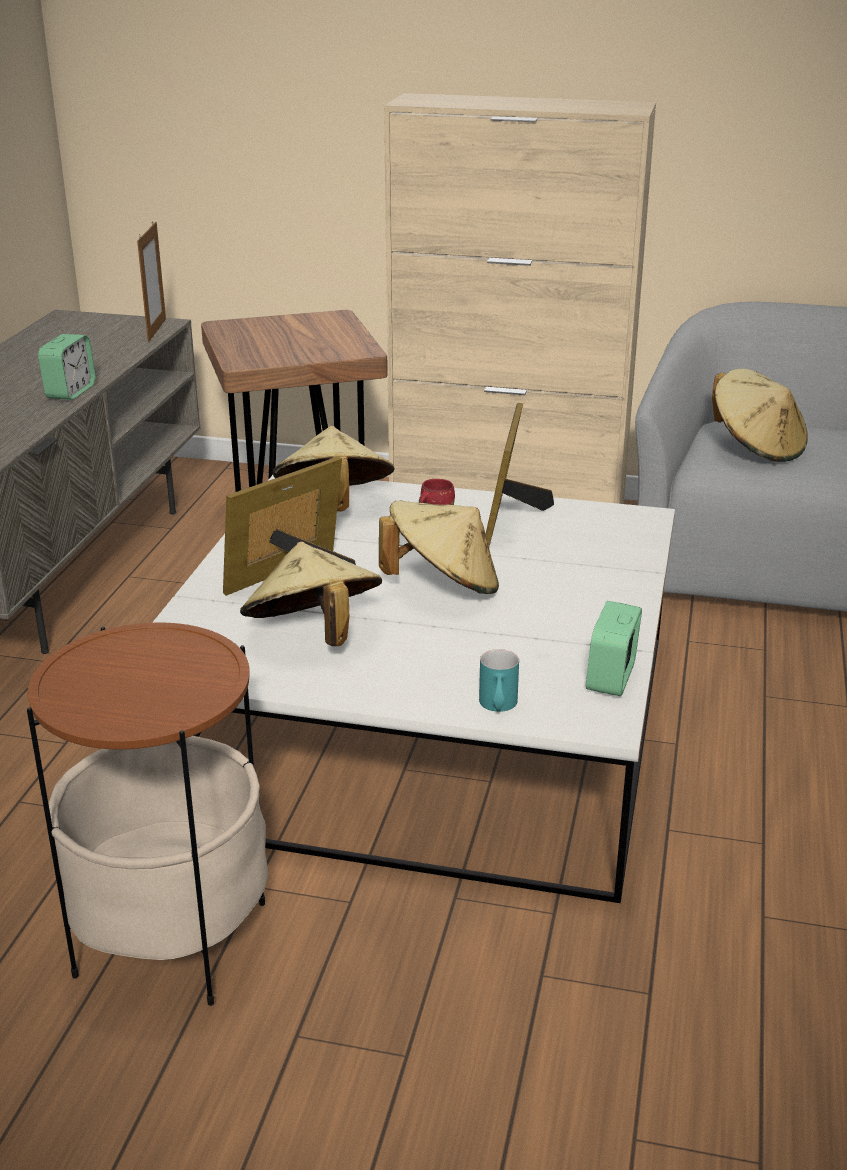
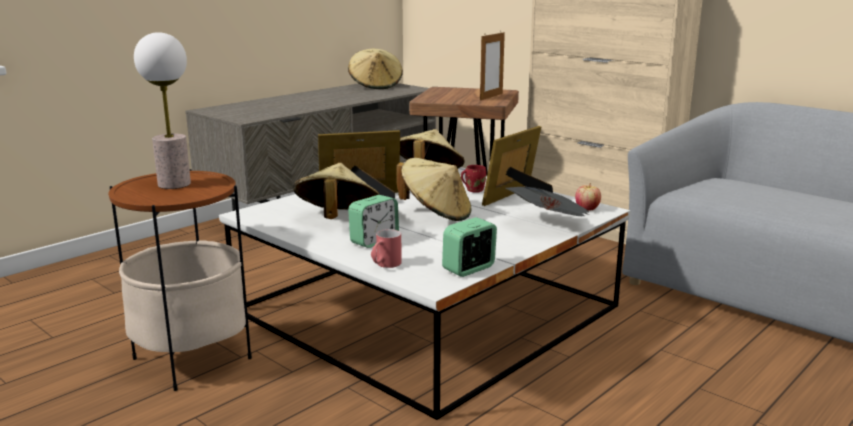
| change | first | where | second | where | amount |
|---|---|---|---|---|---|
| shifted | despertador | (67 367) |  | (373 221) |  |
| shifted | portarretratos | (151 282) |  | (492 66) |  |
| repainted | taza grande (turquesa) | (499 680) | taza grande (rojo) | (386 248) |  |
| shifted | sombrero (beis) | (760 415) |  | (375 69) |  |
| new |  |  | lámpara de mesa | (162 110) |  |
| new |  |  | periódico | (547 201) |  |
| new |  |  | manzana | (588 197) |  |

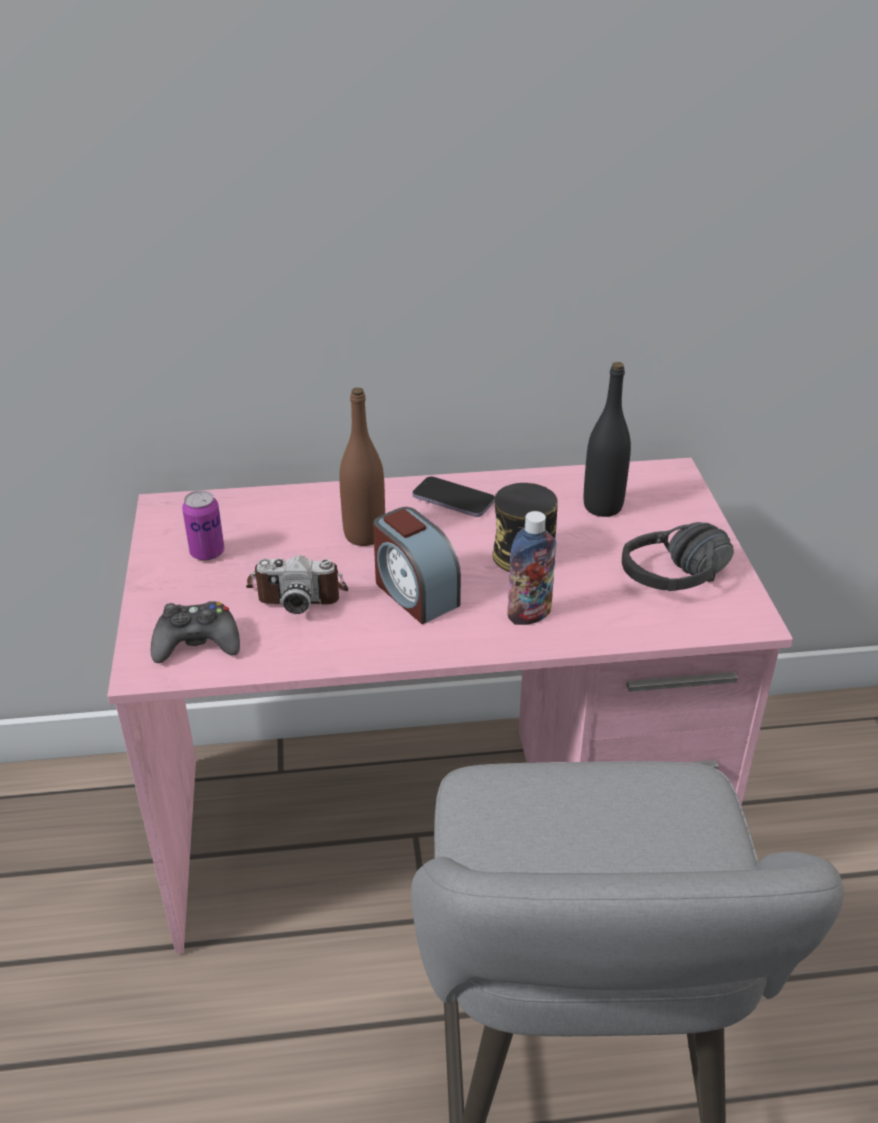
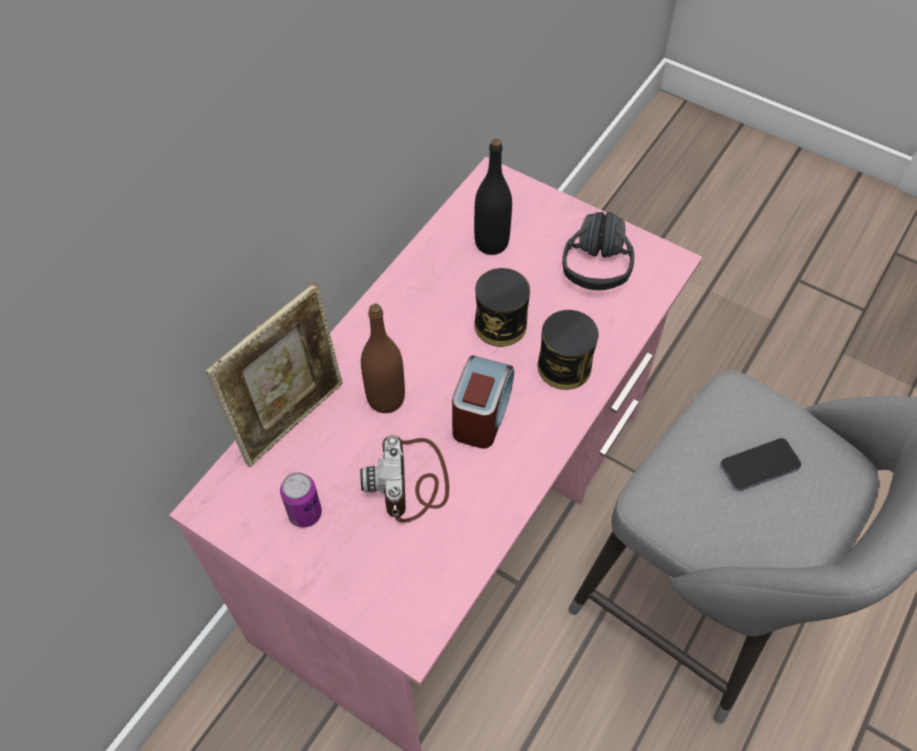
| change | first | where | second | where | amount |
|---|---|---|---|---|---|
| gone | mando de consola (negro) | (195 632) |  |  |  |
| rotated | cámara | (297 584) |  | (404 479) | 135 degrees clockwise |
| rotated | despertador | (417 565) |  | (483 402) | 75 degrees counterclockwise |
| shifted | móvil | (453 496) |  | (761 464) |  |
| swapped | botella | (531 568) | lata | (568 350) |  |
| new |  |  | portarretratos | (274 375) |  |

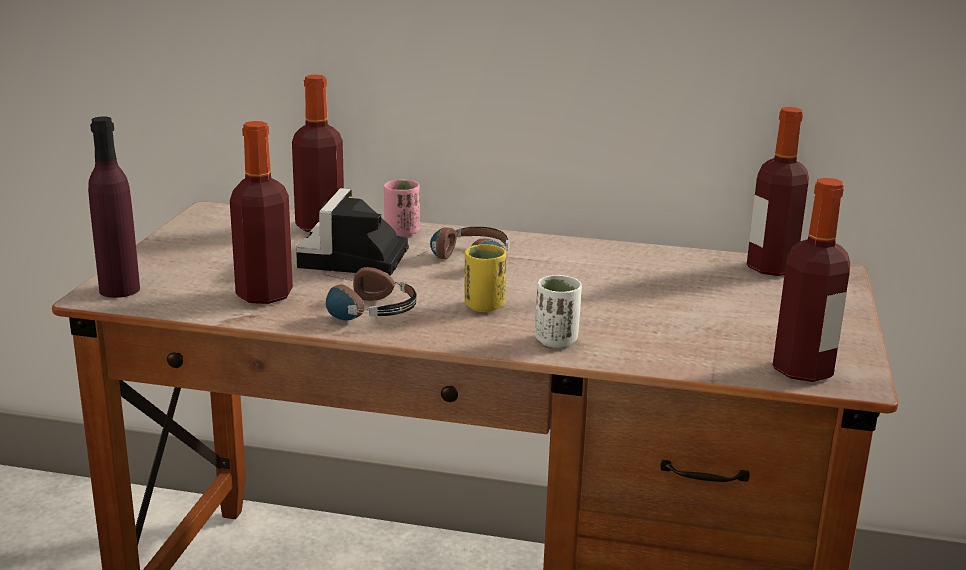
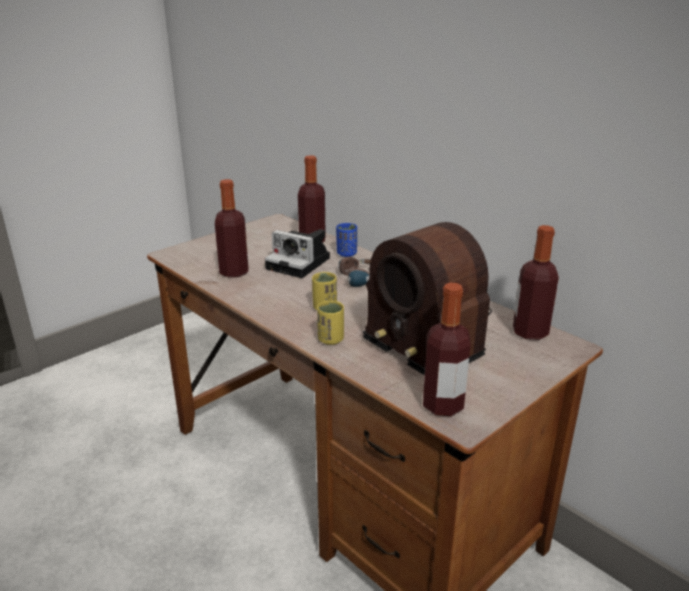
| change | first | where | second | where | amount |
|---|---|---|---|---|---|
| gone | botella (morado) | (114 207) |  |  |  |
| rotated | cámara | (352 232) |  | (297 253) | 105 degrees counterclockwise |
| gone | auriculares | (368 294) |  |  |  |
| repainted | taza (rosa) | (402 208) | taza (azul) | (346 240) |  |
| repainted | taza (blanco) | (558 311) | taza (amarillo) | (330 323) |  |
| new |  |  | radio | (427 298) |  |

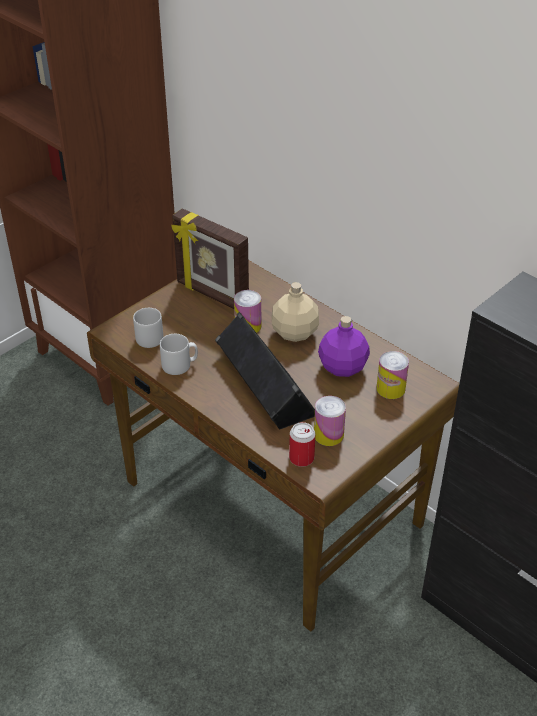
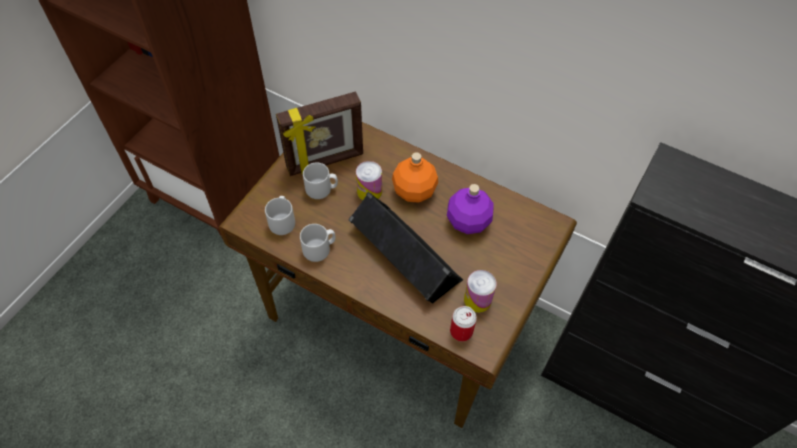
| change | first | where | second | where | amount |
|---|---|---|---|---|---|
| rotated | portarretratos | (210 258) |  | (319 134) | 45 degrees counterclockwise |
| repainted | botella (beis) | (295 312) | botella (naranja) | (415 177) |  |
| gone | lata | (393 375) |  |  |  |
| new |  |  | taza grande (gris) | (320 180) |  |

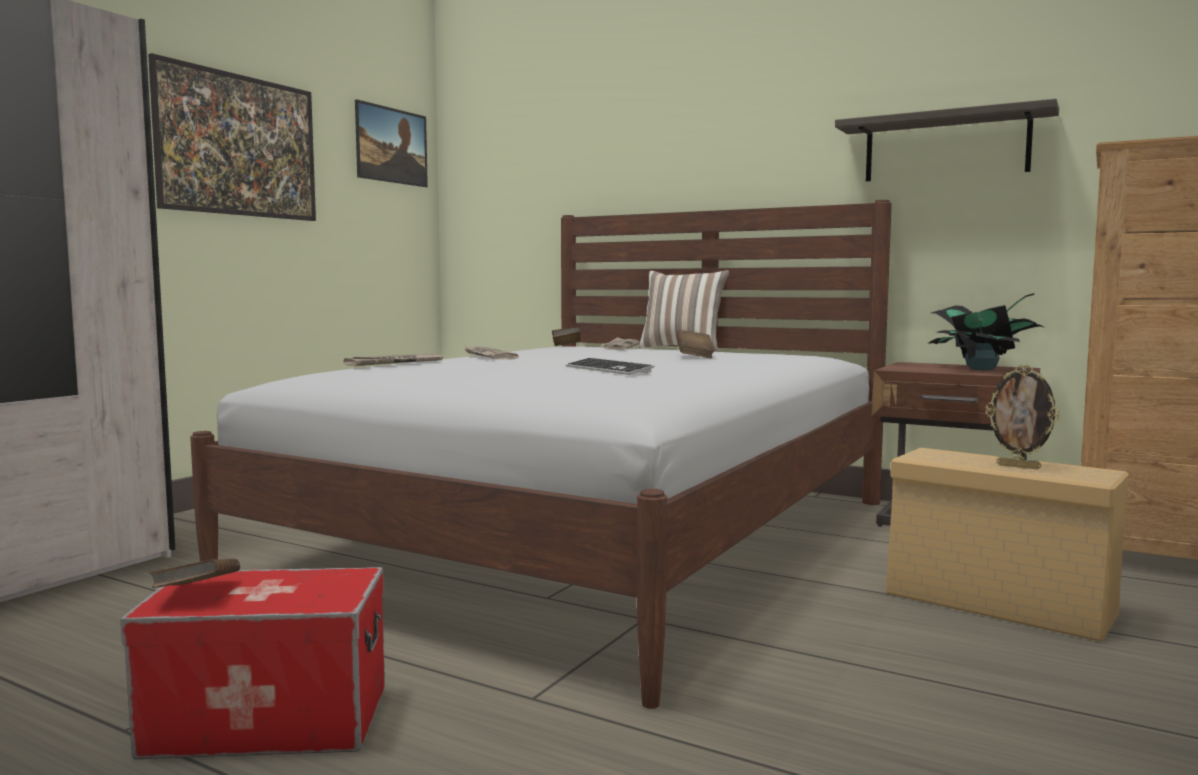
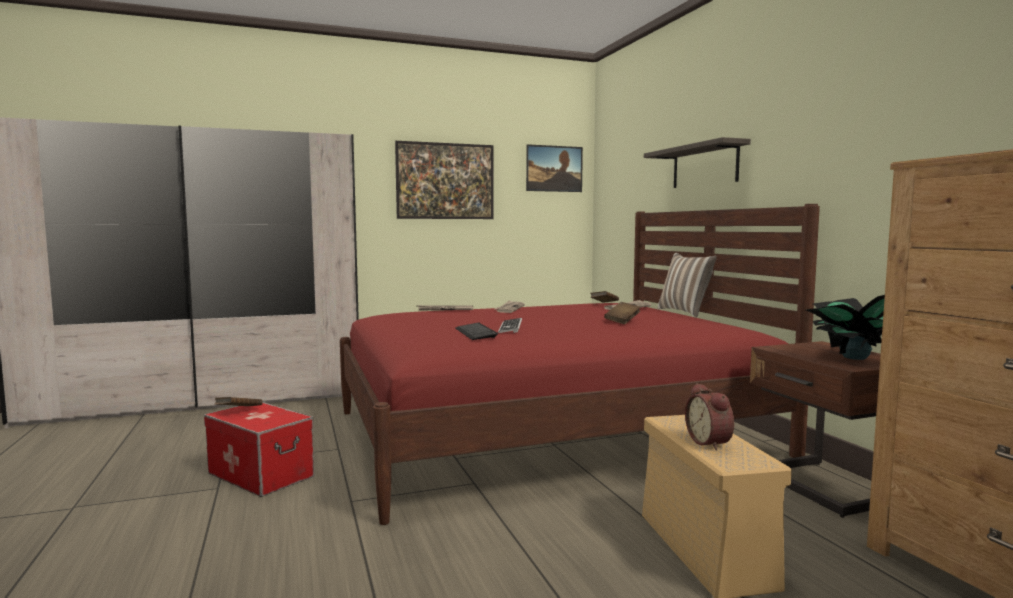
| change | first | where | second | where | amount |
|---|---|---|---|---|---|
| repainted | cama (blanco) | (541 454) | cama (rojo) | (580 364) |  |
| shifted | estante | (947 140) |  | (697 162) |  |
| swapped | portarretratos | (1023 417) | despertador | (709 416) |  |
| new |  |  | teclado | (476 331) |  |

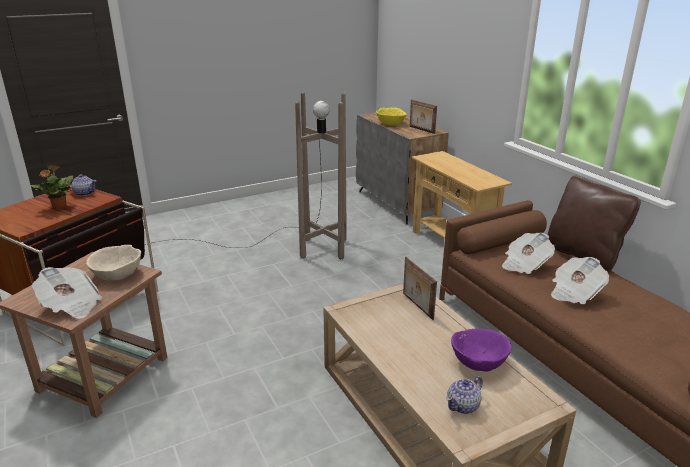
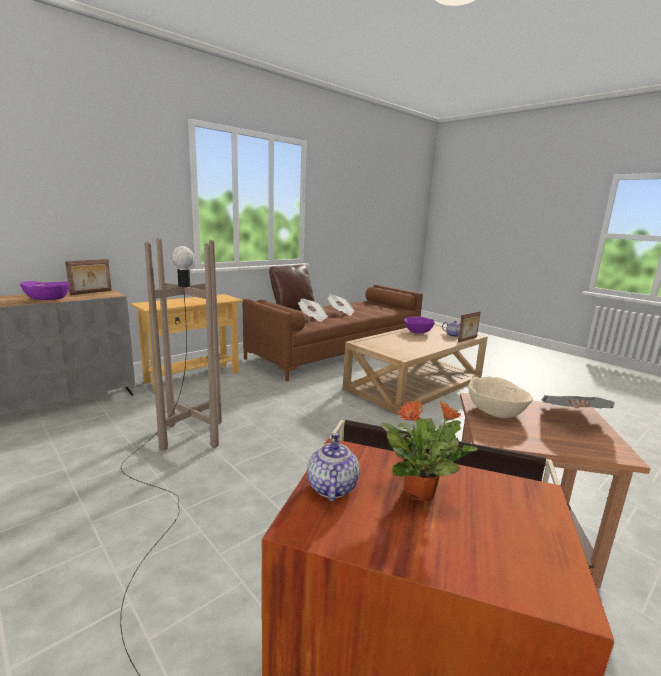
| change | first | where | second | where | amount |
|---|---|---|---|---|---|
| repainted | cuenco (amarillo) | (391 116) | cuenco (morado) | (45 290) |  |
| shifted | portarretratos | (420 288) |  | (469 327) |  |

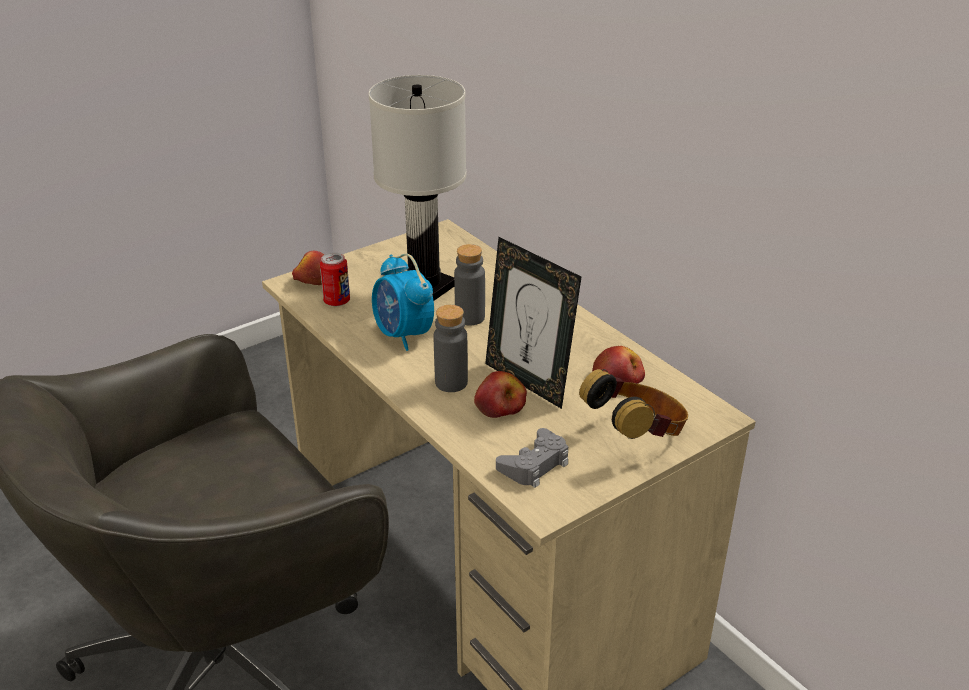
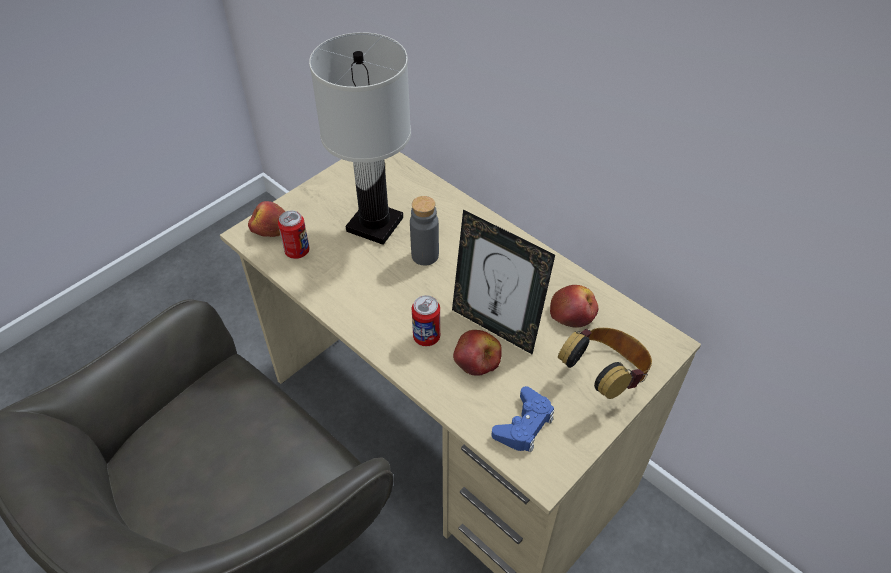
| change | first | where | second | where | amount |
|---|---|---|---|---|---|
| gone | despertador | (403 302) |  |  |  |
| swapped | botella (gris) | (451 348) | lata | (426 320) |  |
| repainted | mando de consola (gris) | (532 458) | mando de consola (azul) | (523 419) |  |

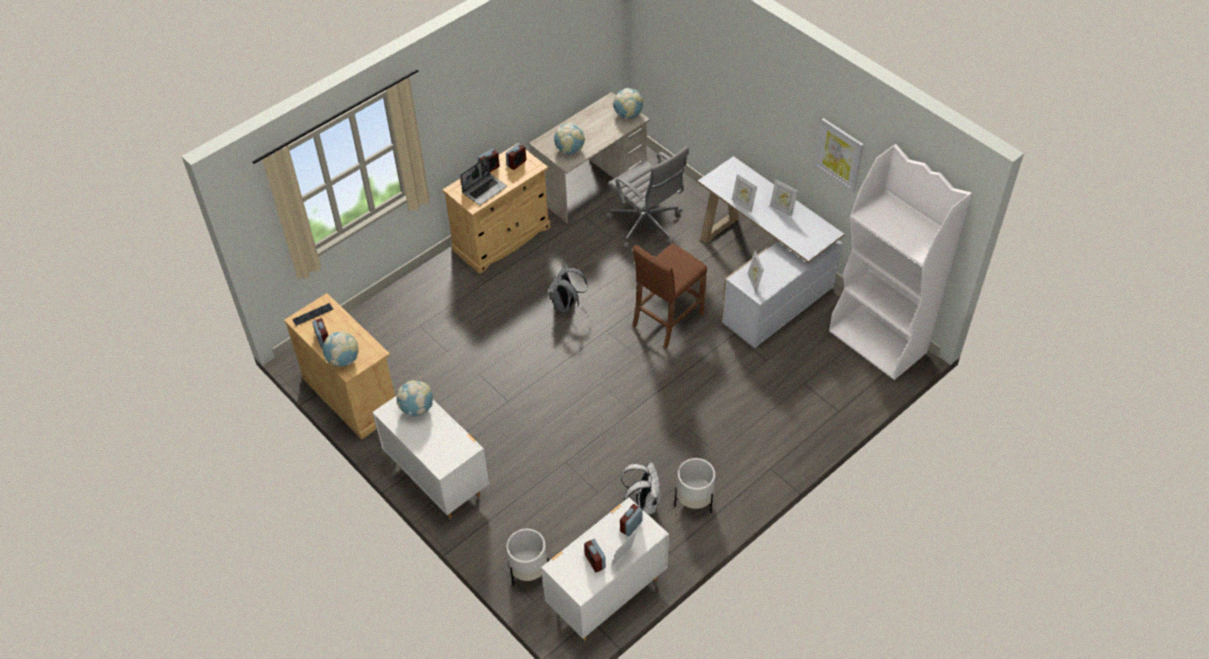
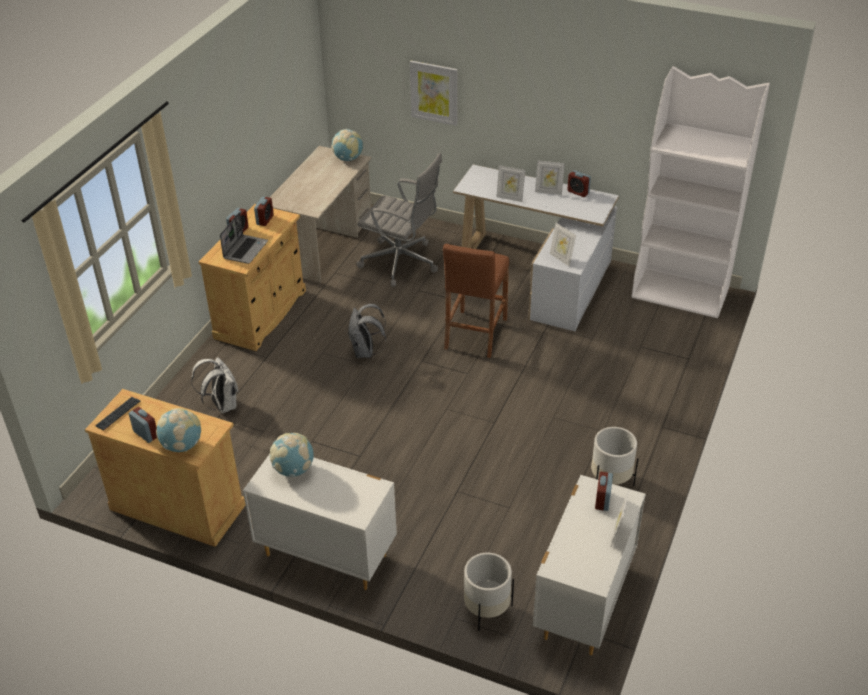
| change | first | where | second | where | amount |
|---|---|---|---|---|---|
| gone | globo terráqueo | (569 138) |  |  |  |
| shifted | despertador | (595 556) |  | (579 183) |  |
| shifted | mochila (blanco) | (641 488) |  | (214 385) |  |
| shifted | cuadro | (839 155) |  | (434 93) |  |

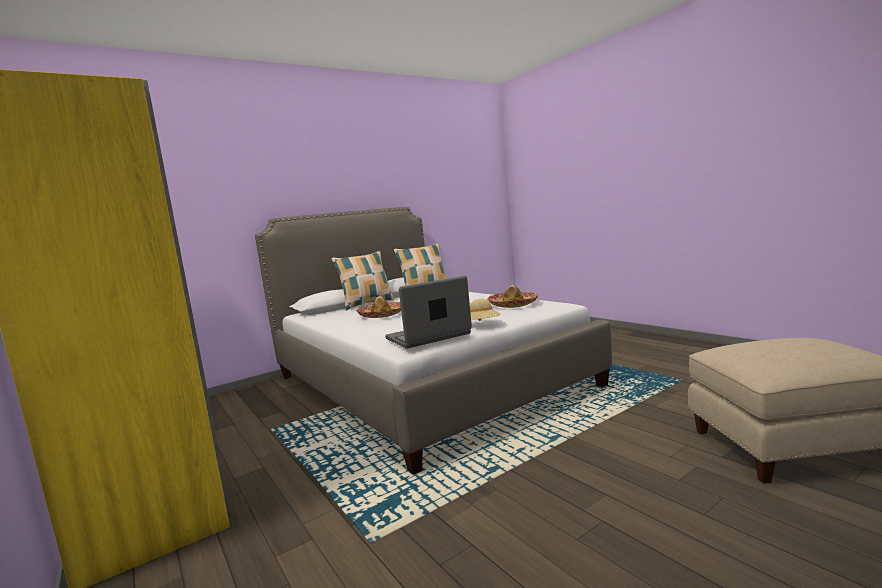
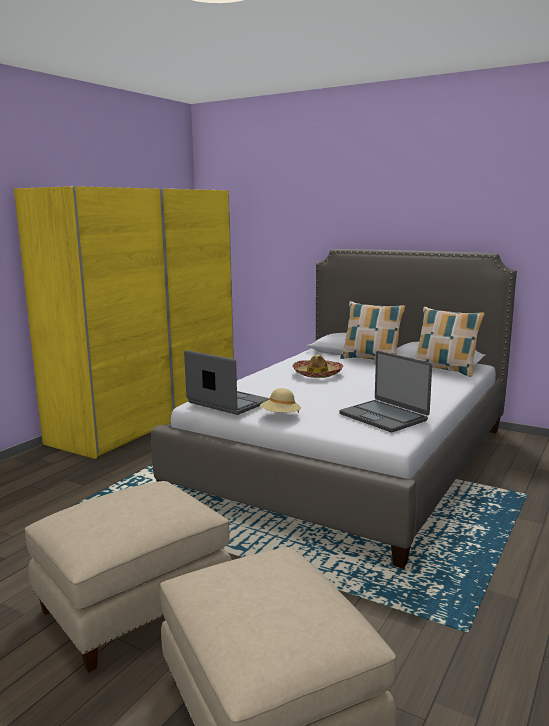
| change | first | where | second | where | amount |
|---|---|---|---|---|---|
| swapped | sombrero | (512 296) | portátil | (385 391) |  |
| new |  |  | puf (beis) | (128 577) |  |

